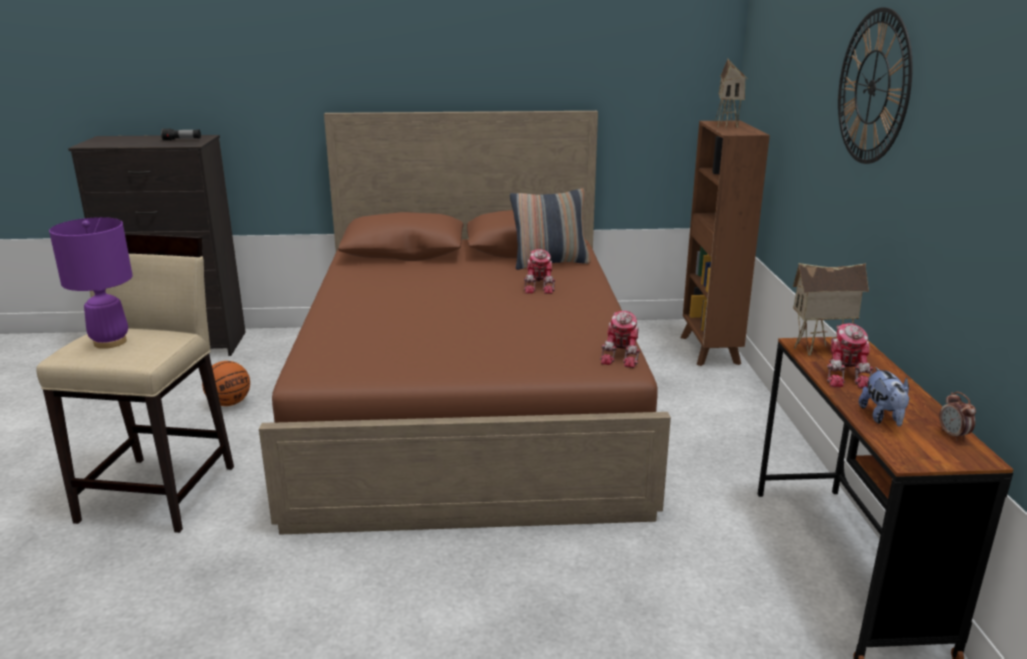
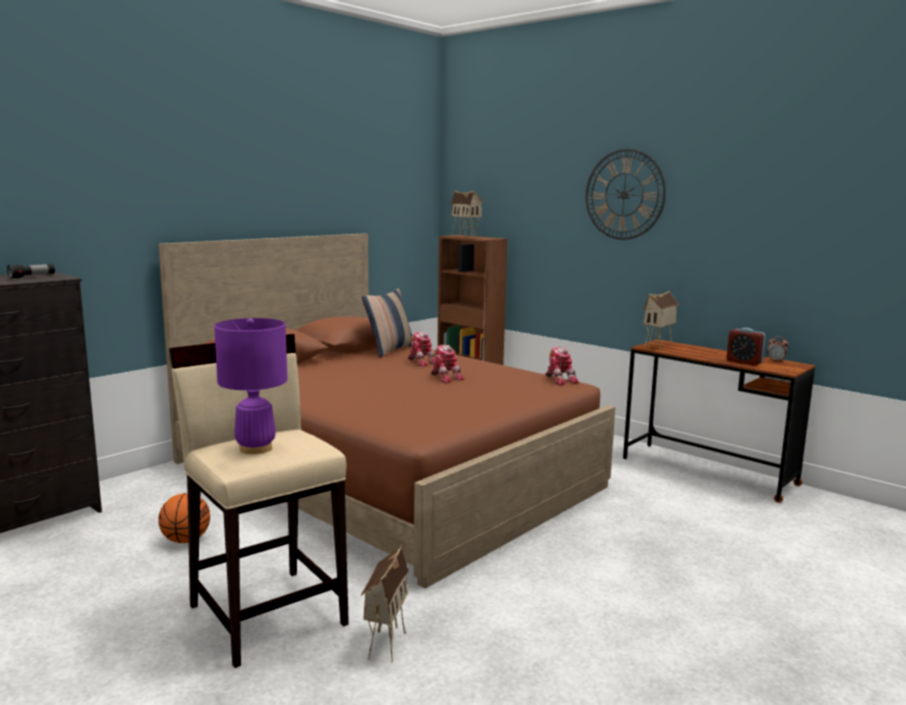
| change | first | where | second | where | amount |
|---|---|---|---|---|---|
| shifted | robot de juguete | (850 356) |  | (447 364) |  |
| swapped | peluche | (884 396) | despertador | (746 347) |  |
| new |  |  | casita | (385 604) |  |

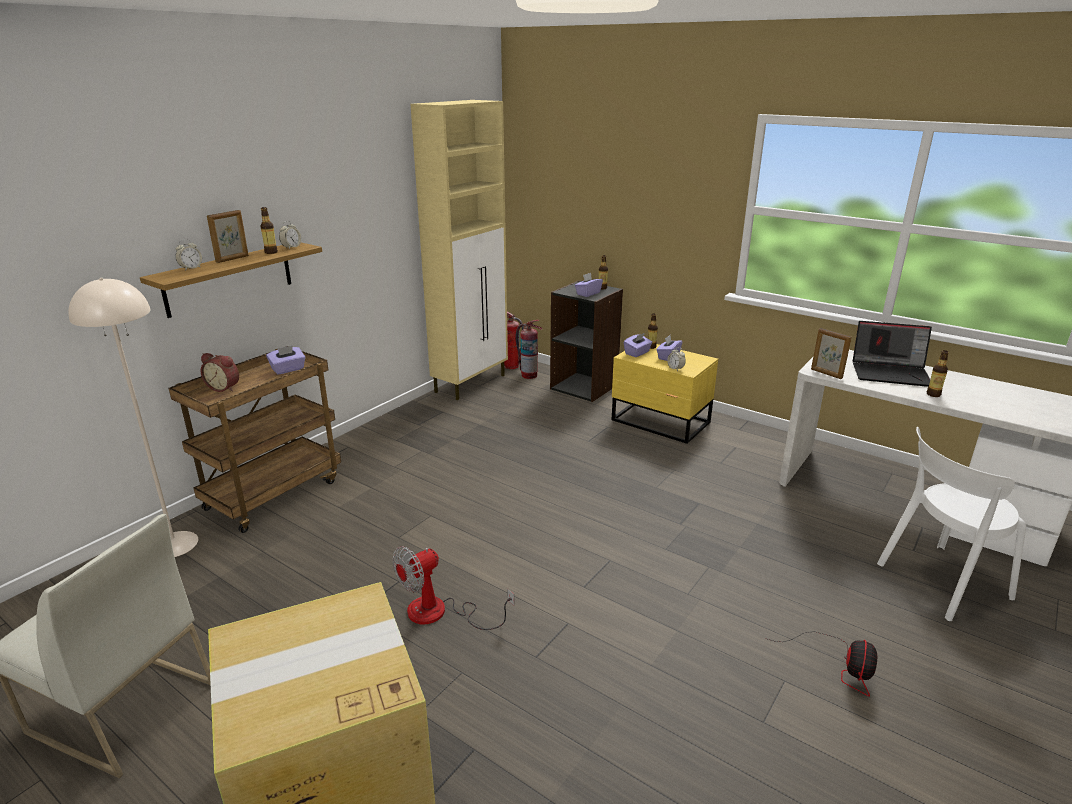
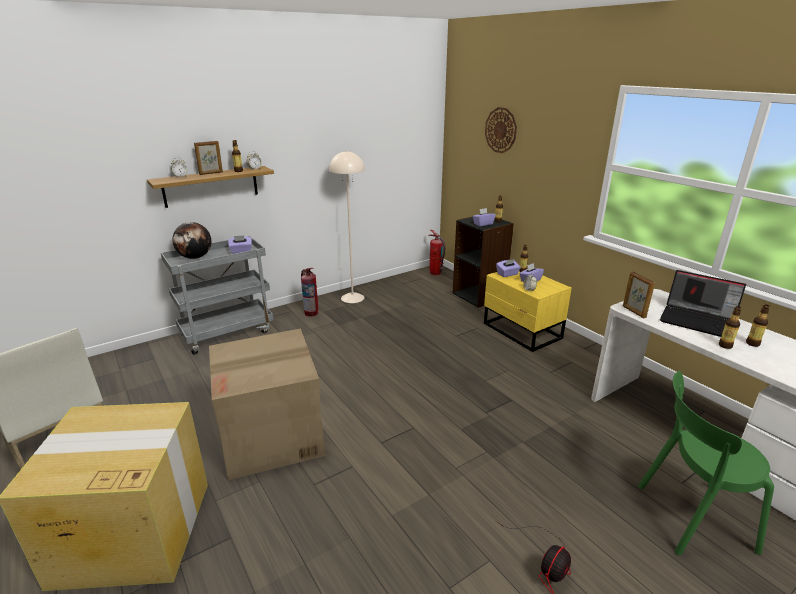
| change | first | where | second | where | amount |
|---|---|---|---|---|---|
| shifted | lámpara de pie (beis) | (133 417) |  | (347 227) |  |
| repainted | carrito (marrón) | (254 439) | carrito (gris) | (217 295) |  |
| swapped | despertador | (220 372) | globo terráqueo | (192 240) |  |
| swapped | ventilador | (453 588) | caja de cartón | (267 404) |  |
| gone | armario (beis) | (459 250) |  |  |  |
| shifted | extintor | (529 349) |  | (309 292) |  |
| repainted | silla (blanco) | (951 524) | silla (verde) | (706 463) |  |
| new |  |  | reloj de pared | (501 130) |  |
| new |  |  | botella | (758 325) |  |

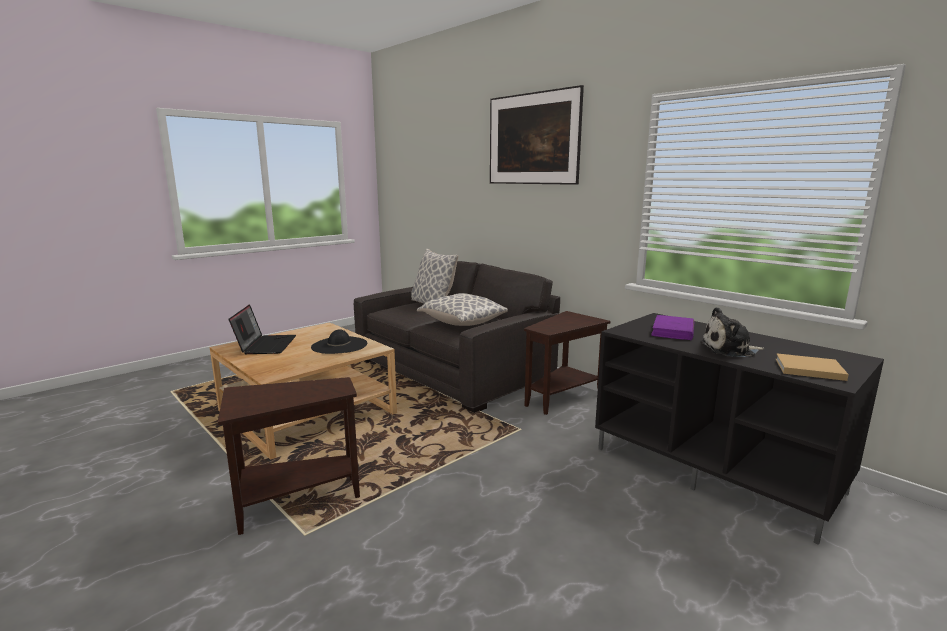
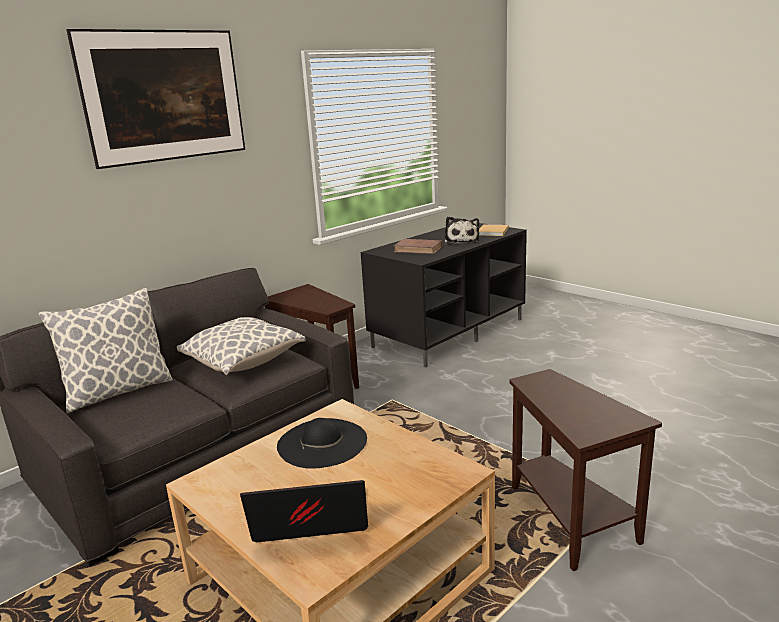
| change | first | where | second | where | amount |
|---|---|---|---|---|---|
| repainted | libro (morado) | (672 327) | libro (marrón) | (418 246) |  |

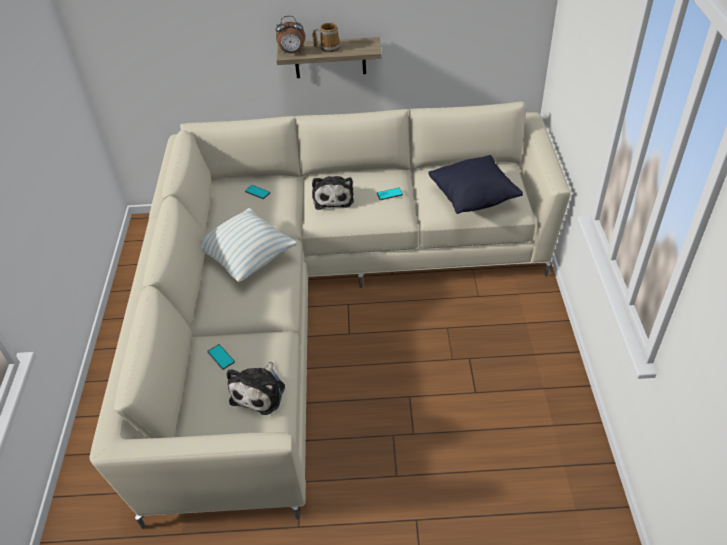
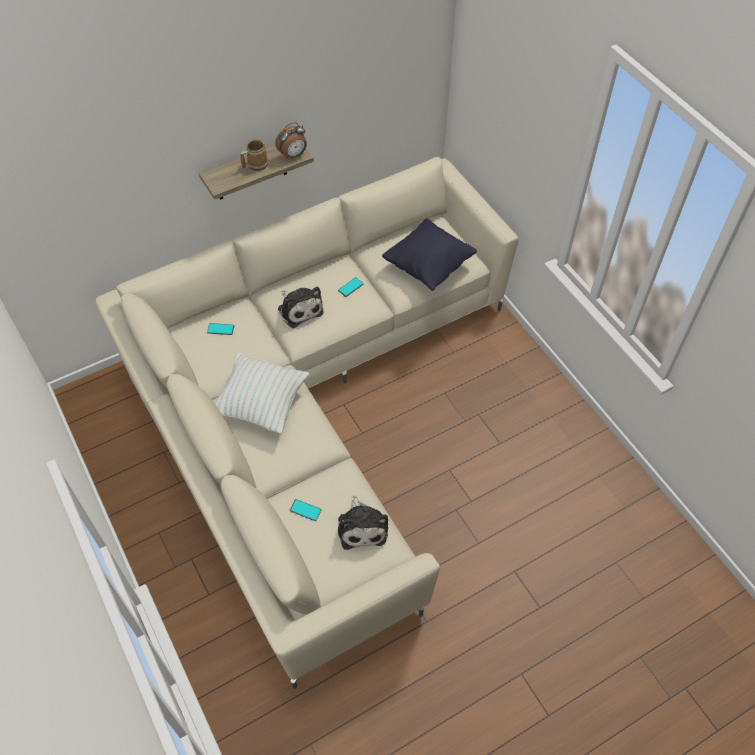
| change | first | where | second | where | amount |
|---|---|---|---|---|---|
| shifted | despertador | (290 35) |  | (291 140) |  |

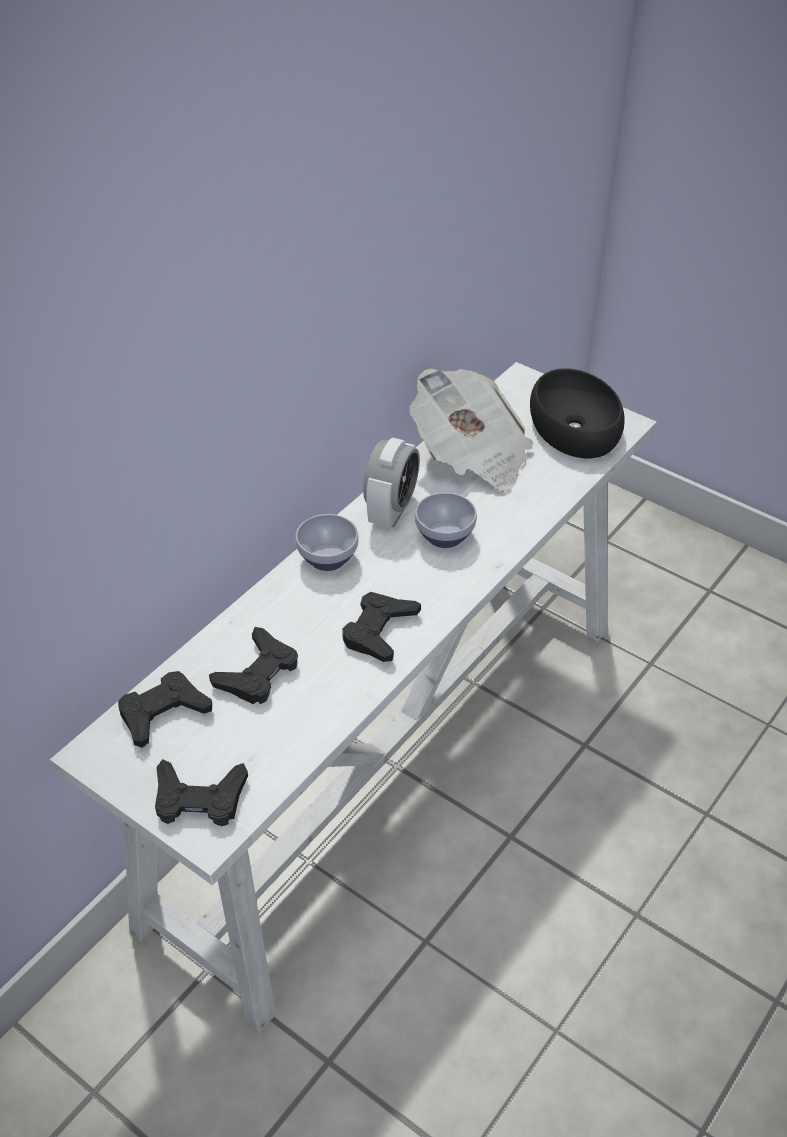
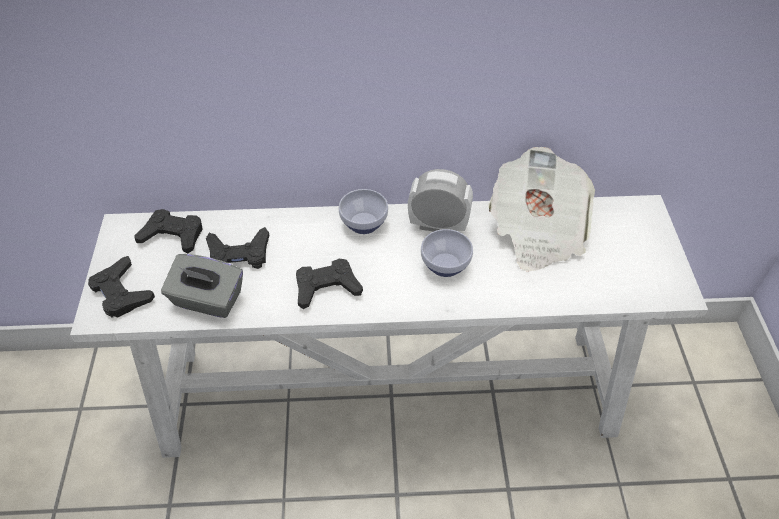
| change | first | where | second | where | amount |
|---|---|---|---|---|---|
| rotated | despertador | (391 482) |  | (440 200) | 150 degrees counterclockwise |
| gone | cuenco (negro) | (577 413) |  |  |  |
| new |  |  | caja de pañuelos (gris) | (202 286) |  |

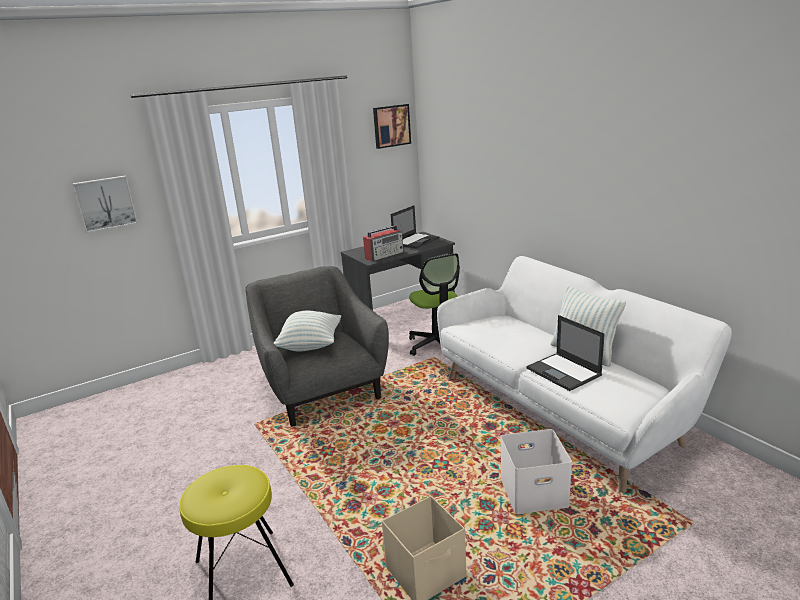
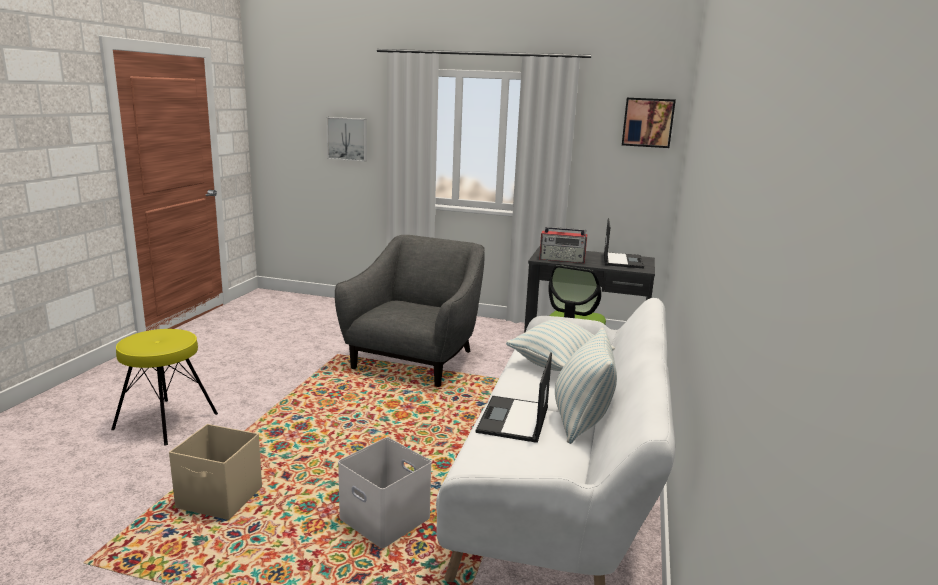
| change | first | where | second | where | amount |
|---|---|---|---|---|---|
| shifted | cojín | (307 331) |  | (560 345) |  |
| rotated | portátil | (415 227) |  | (624 243) | 75 degrees counterclockwise |

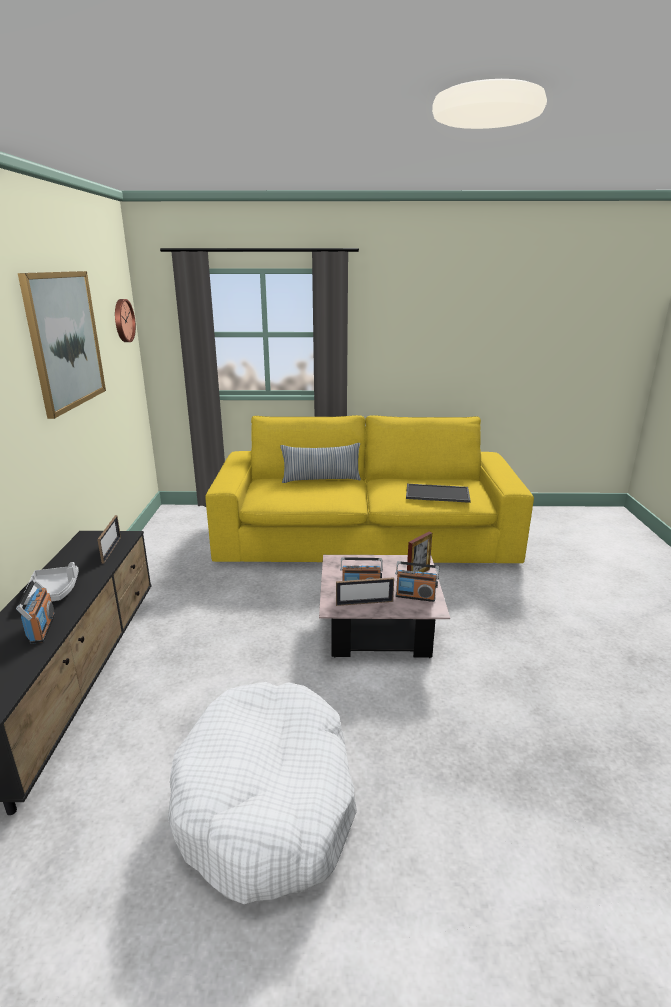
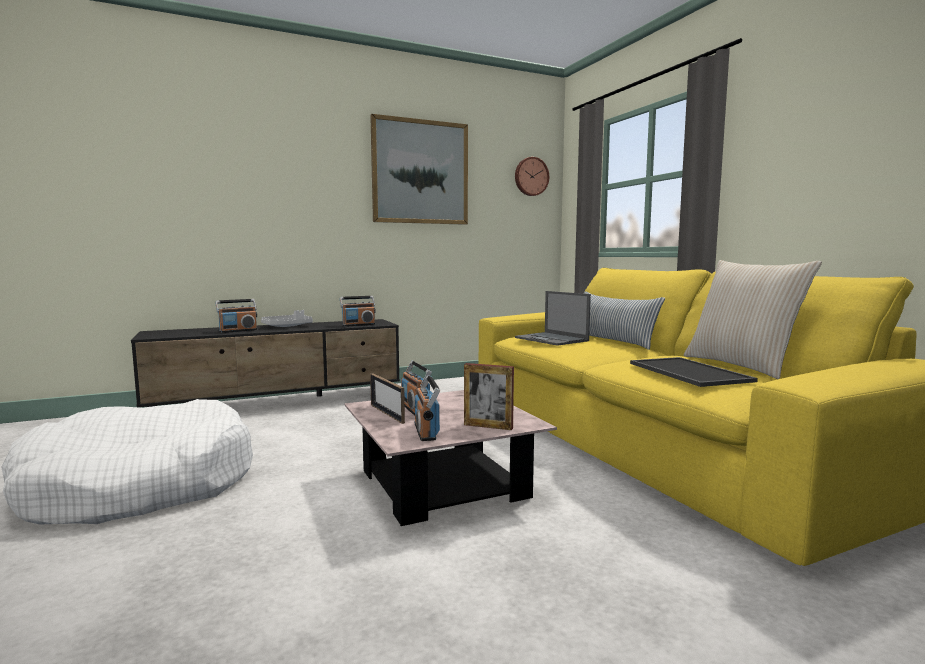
| change | first | where | second | where | amount |
|---|---|---|---|---|---|
| swapped | portarretratos | (109 539) | radio | (358 311) |  |
| new |  |  | portátil | (553 318) |  |
| new |  |  | cojín (beis) | (753 319) |  |

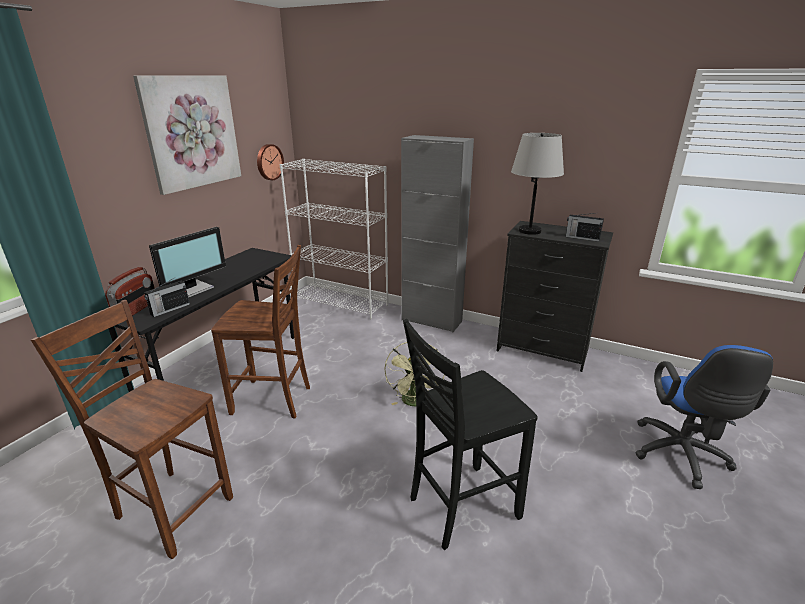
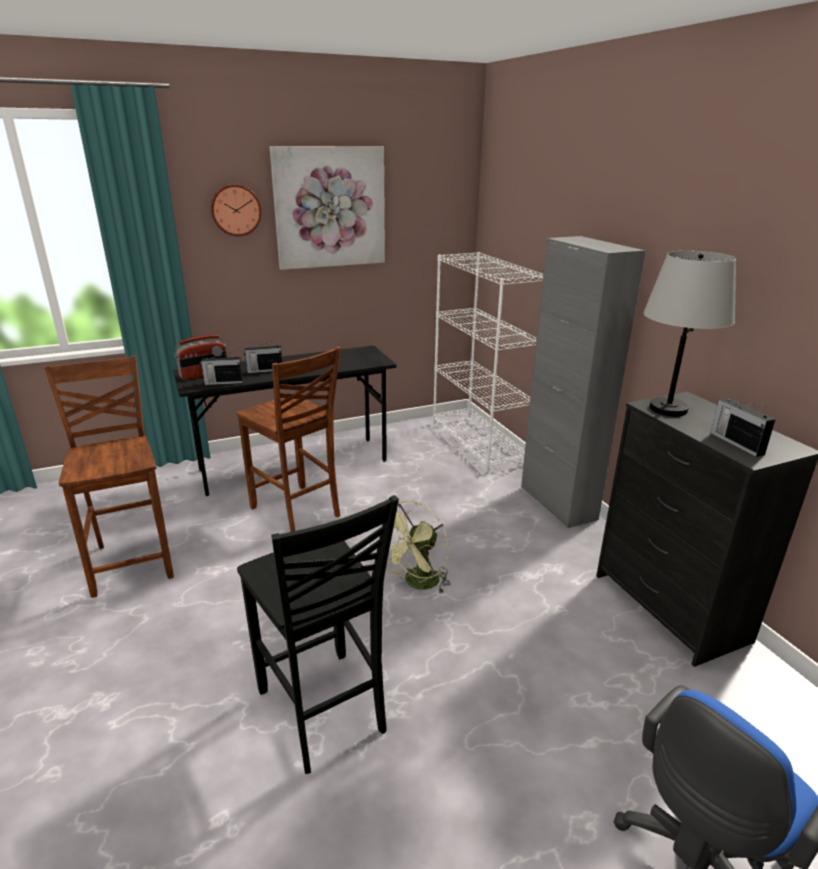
| change | first | where | second | where | amount |
|---|---|---|---|---|---|
| swapped | monitor | (187 262) | radio | (263 356) |  |
| shifted | reloj de pared | (270 162) |  | (236 210) |  |
| rotated | silla (negro) | (470 434) |  | (318 634) | 135 degrees counterclockwise |

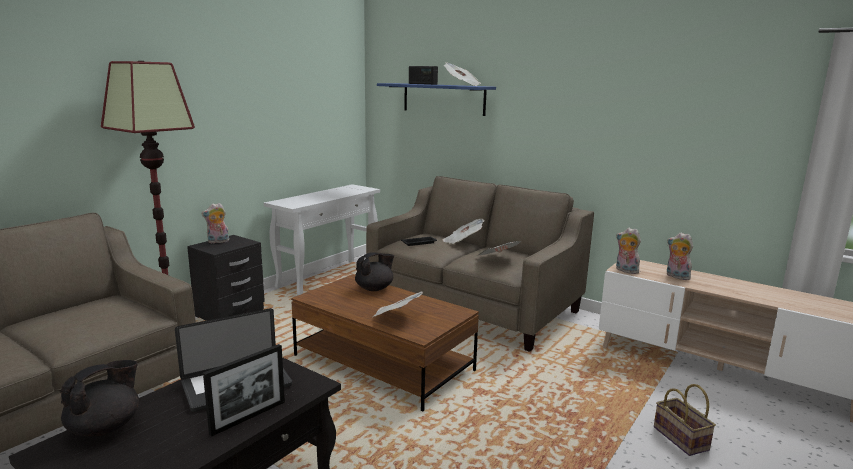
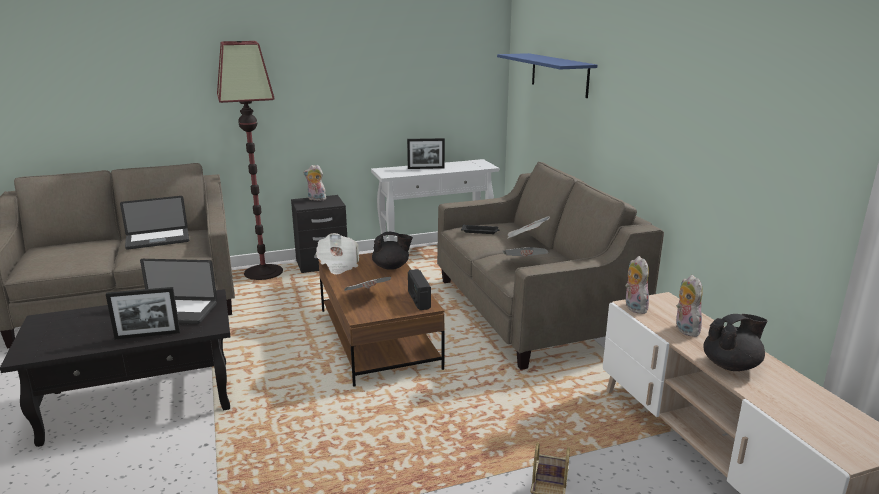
| change | first | where | second | where | amount |
|---|---|---|---|---|---|
| shifted | tetera (negro) | (99 398) |  | (735 342) |  |
| shifted | radio | (423 75) |  | (419 289) |  |
| shifted | periódico | (462 74) |  | (337 254) |  |
| new |  |  | portátil | (154 223) |  |
| new |  |  | portarretratos | (426 153) |  |

